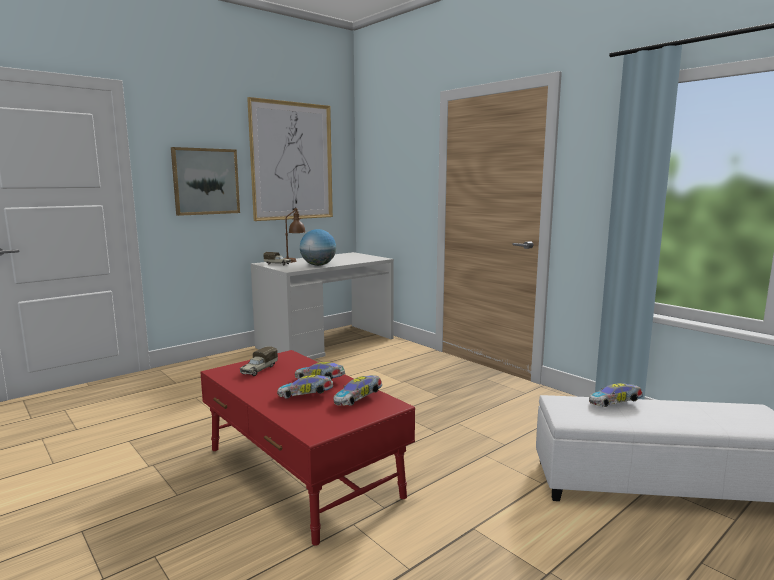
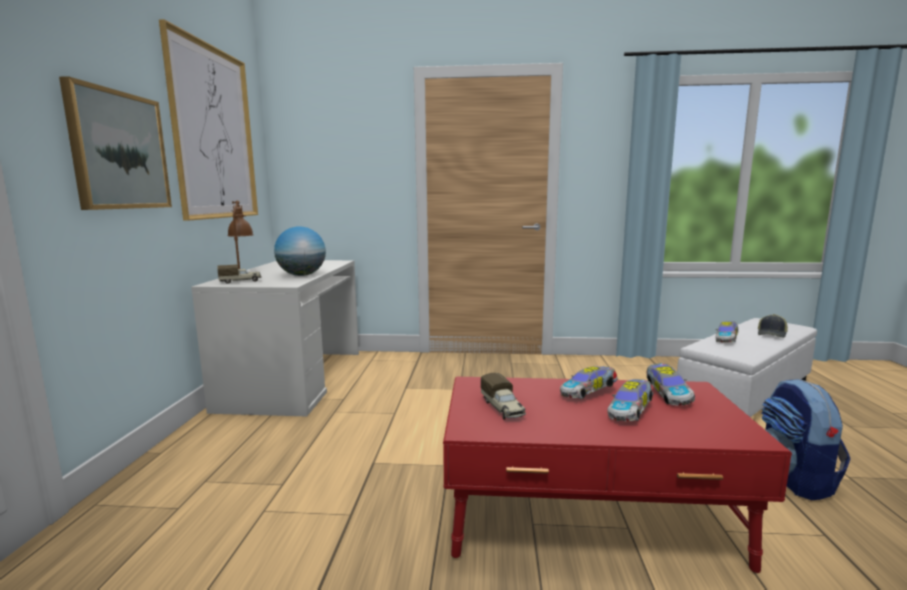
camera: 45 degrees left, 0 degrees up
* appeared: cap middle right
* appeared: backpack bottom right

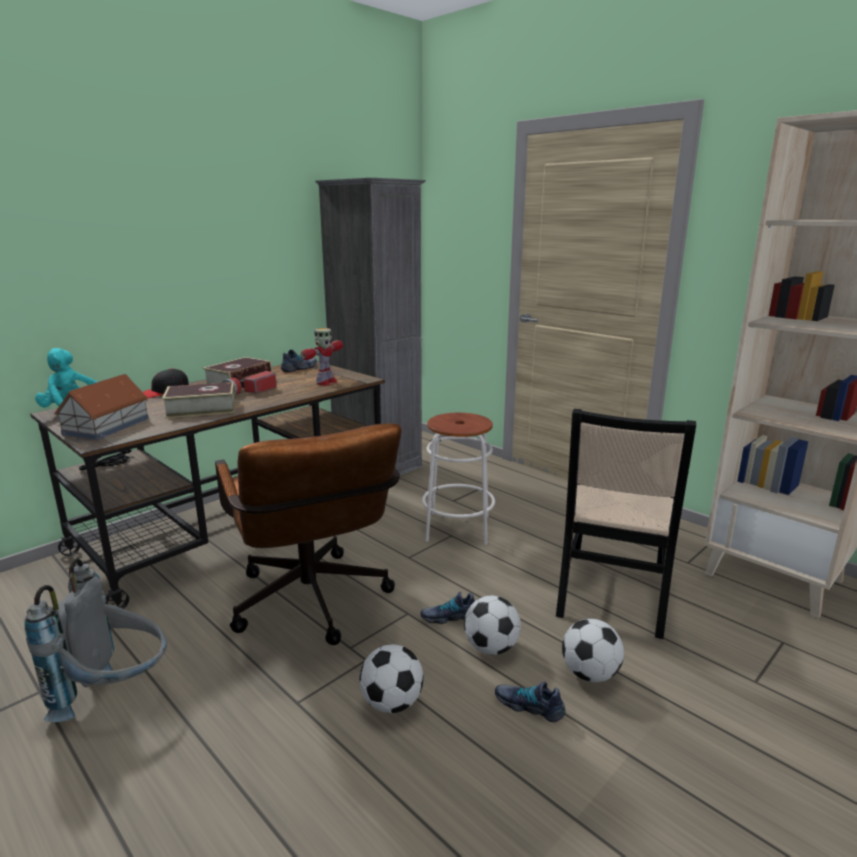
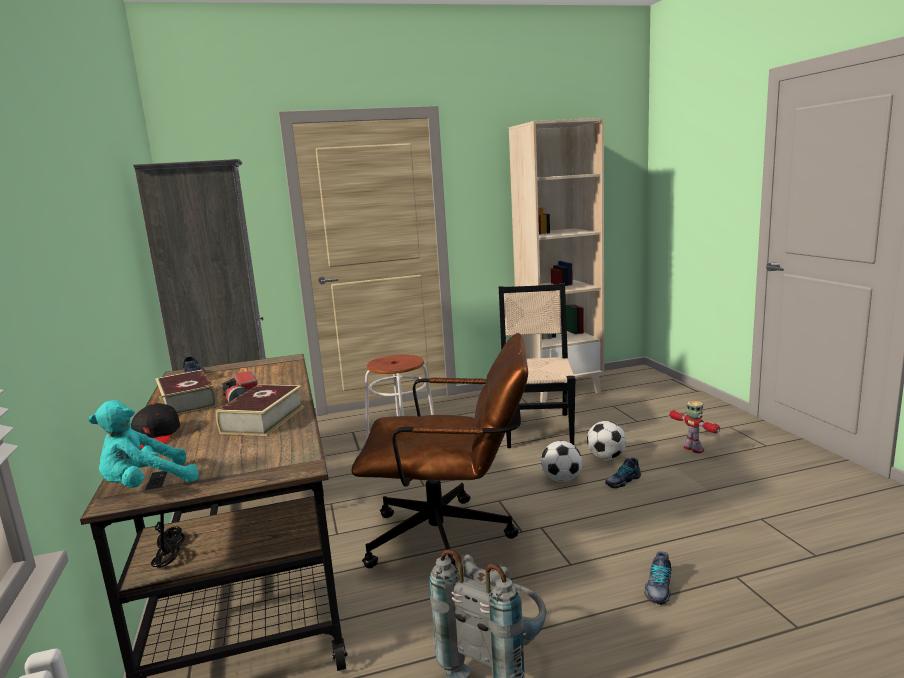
camera: 60 degrees left, 5 degrees down
* missing: toy house middle left
* missing: football (no. 1 from left) bottom centre
* relocated: toy robot centre to middle right
* relocated: shoe (no. 2 from left in the first image) bottom centre to shoe (no. 3 from left) bottom right
* spun: chair middle right = centre 135 degrees counterclockwise

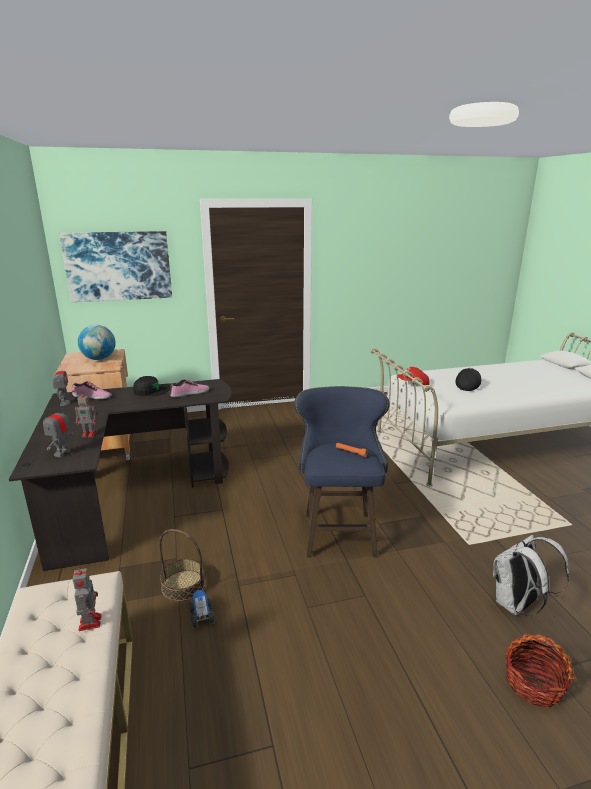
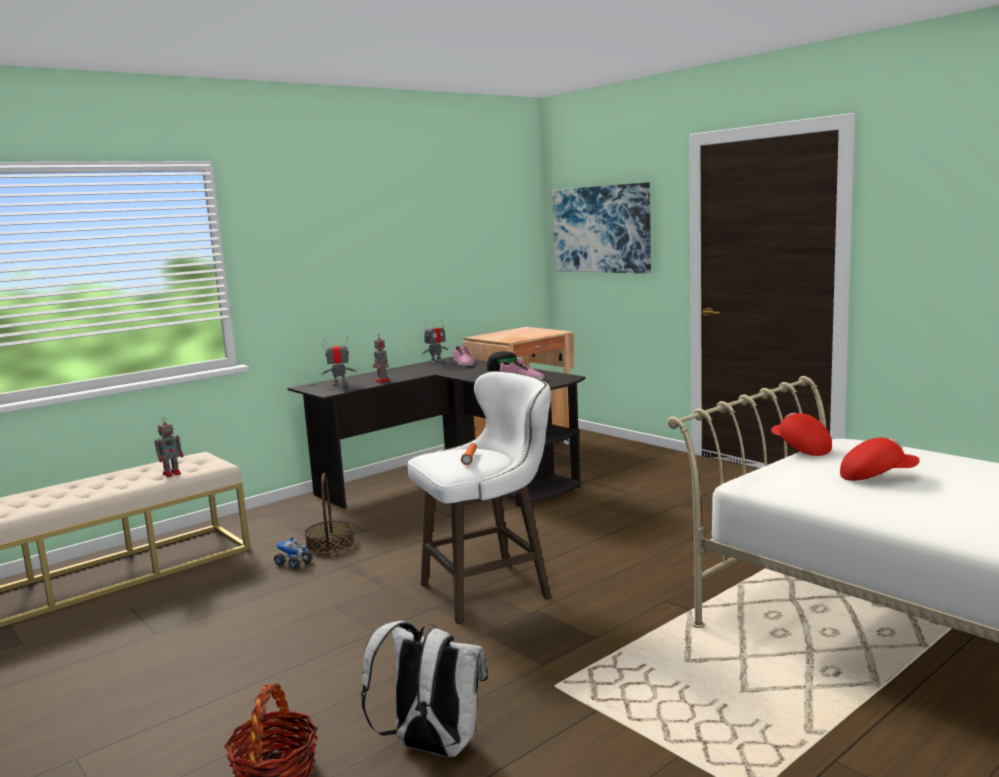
camera: 65 degrees right, 10 degrees down
* missing: globe middle left
* colour: stool in blue centre to stool in white centre
* colour: cap in black (no. 2 from left) middle right to cap in red (no. 2 from left) middle right
* spun: toy truck bottom centre = bottom left 105 degrees counterclockwise

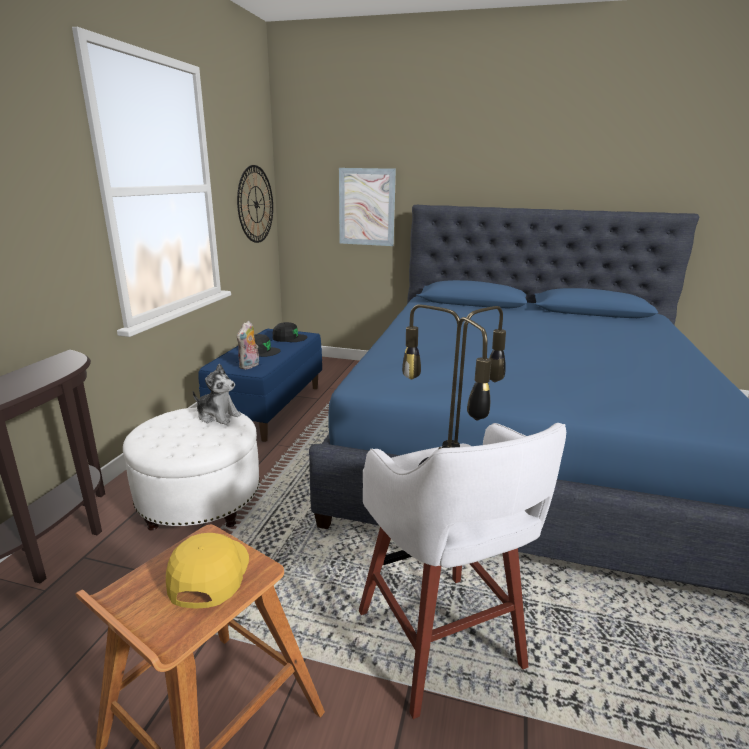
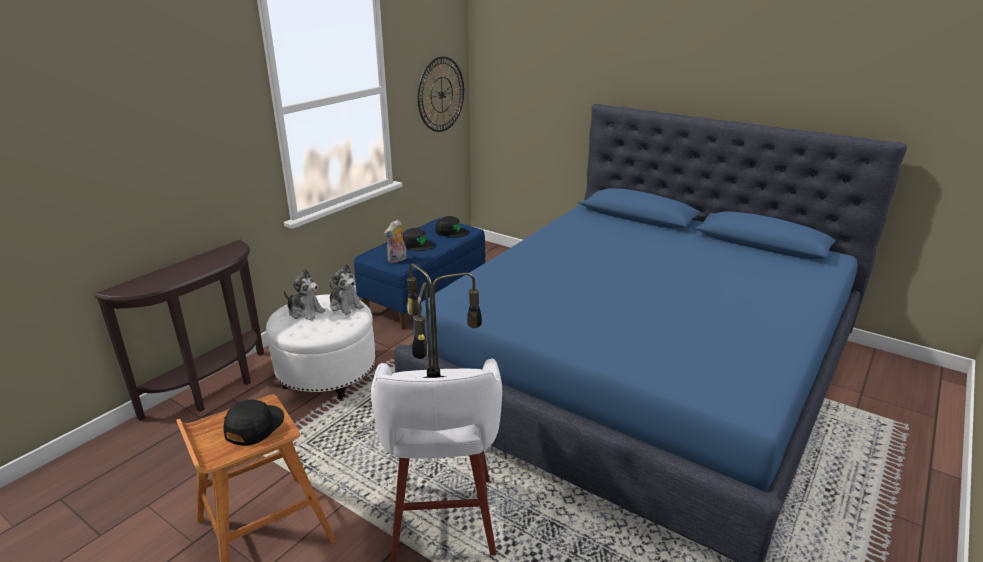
camera: 20 degrees right, 5 degrees up
* missing: picture top centre
* appeared: plush toy (no. 1 from left) middle left
* colour: cap in yellow bottom left to cap in black (no. 1 from left) bottom left

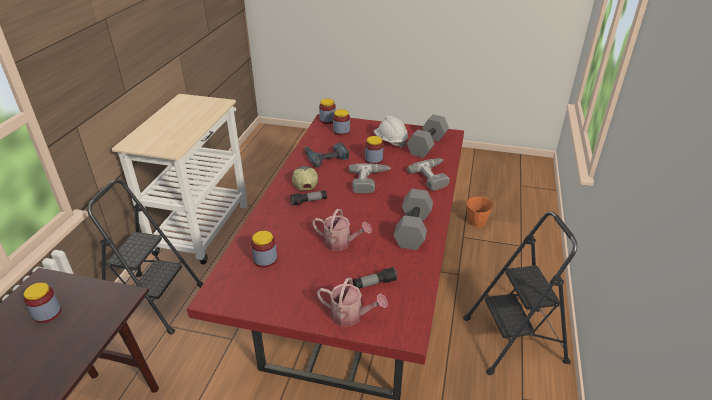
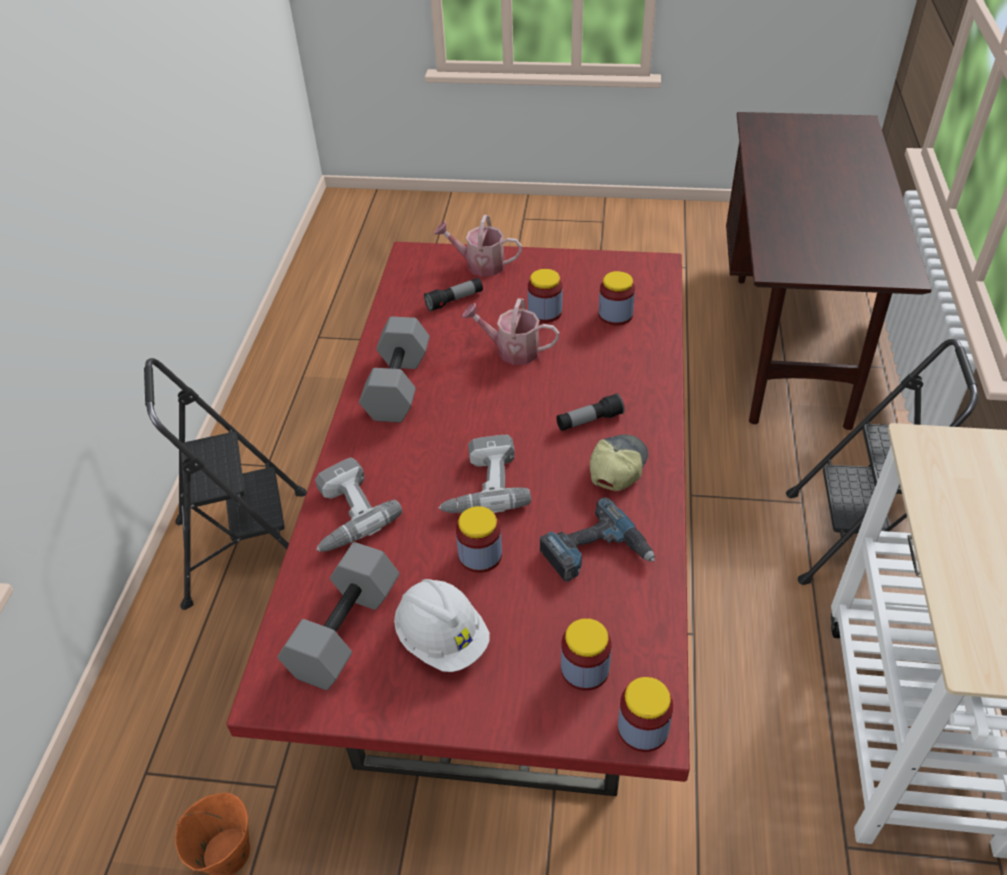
camera: 175 degrees right, 10 degrees up
* relocated: jar (no. 1 from left in the first image) bottom left to jar (no. 2 from left) centre
* spun: cap centre = centre 135 degrees counterclockwise

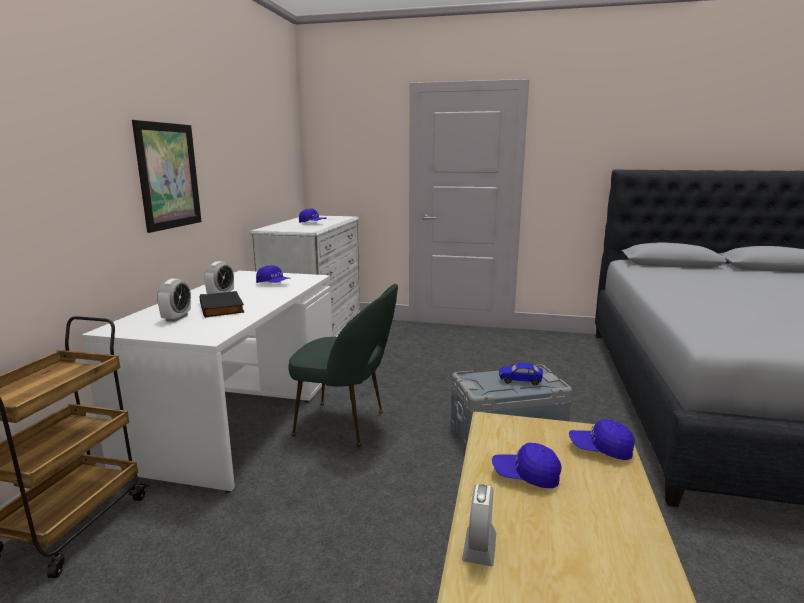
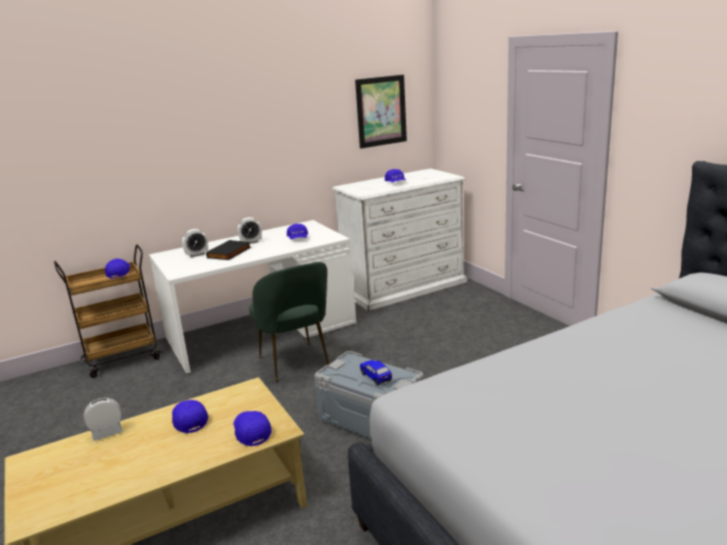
camera: 50 degrees right, 5 degrees up
* appeared: cap in blue (no. 1 from left) middle left
* relocated: picture top left to top centre

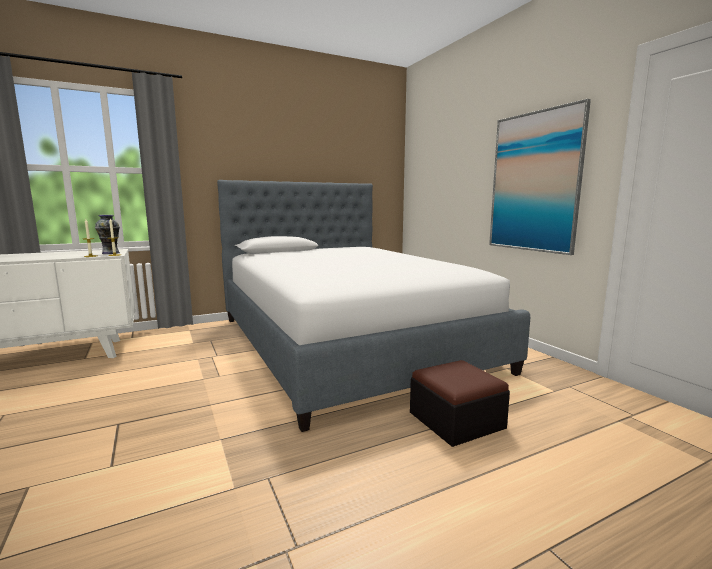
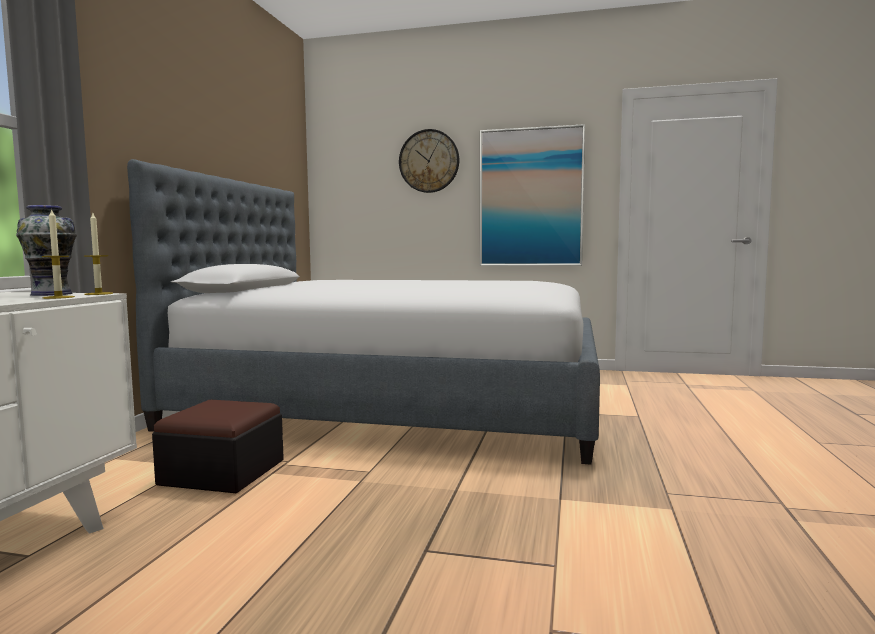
camera: 50 degrees left, 5 degrees down
* appeared: wall clock top centre
* relocated: ottoman bottom centre to bottom left

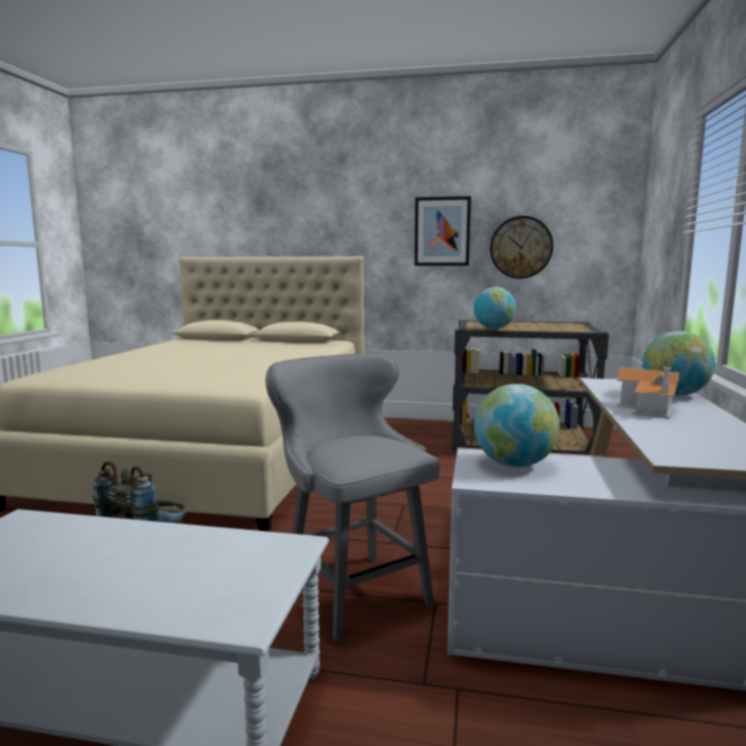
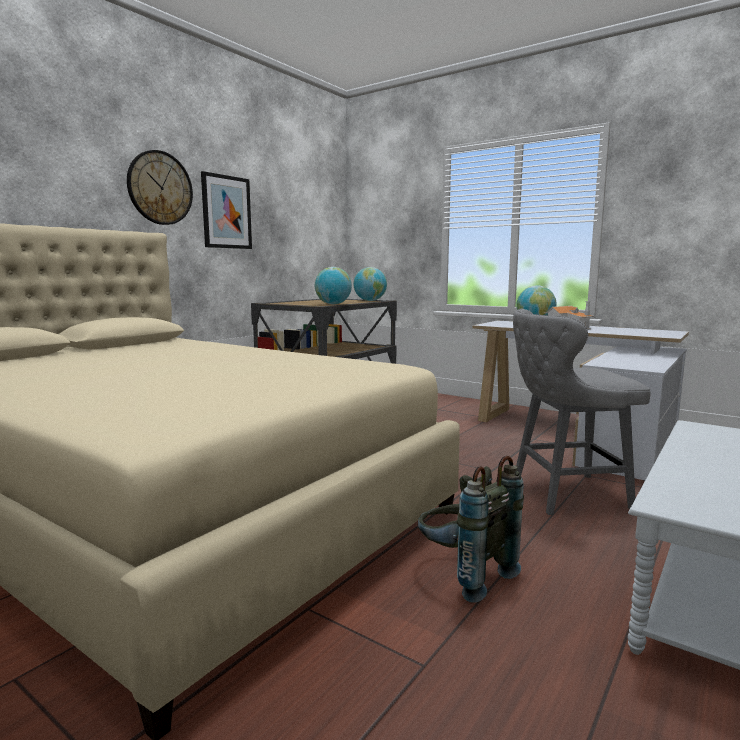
camera: 65 degrees left, 0 degrees up
* relocated: globe (no. 2 from left) middle right to centre
* relocated: wall clock top right to top left

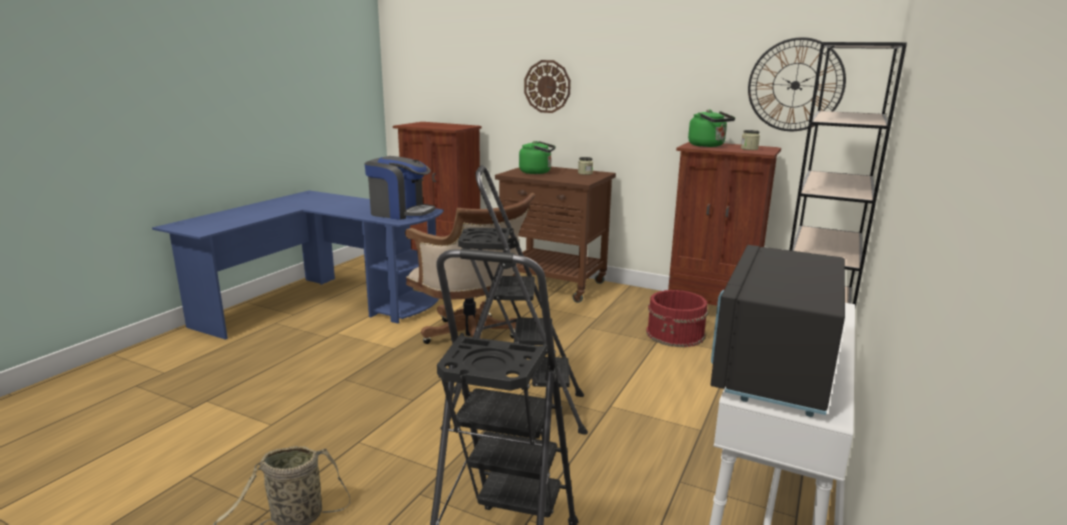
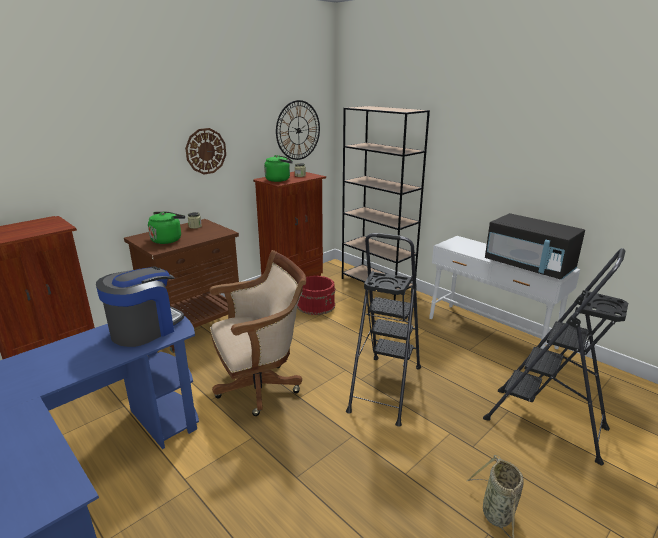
camera: 70 degrees left, 5 degrees up
* relocated: wall clock (no. 1 from left) top centre to top left

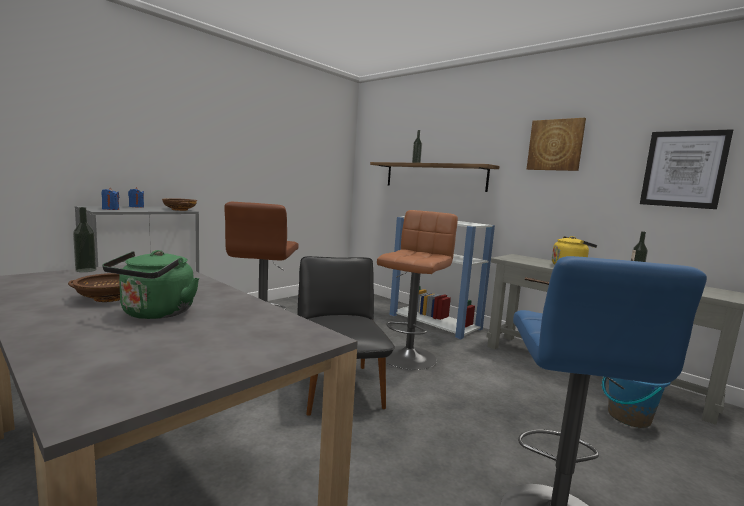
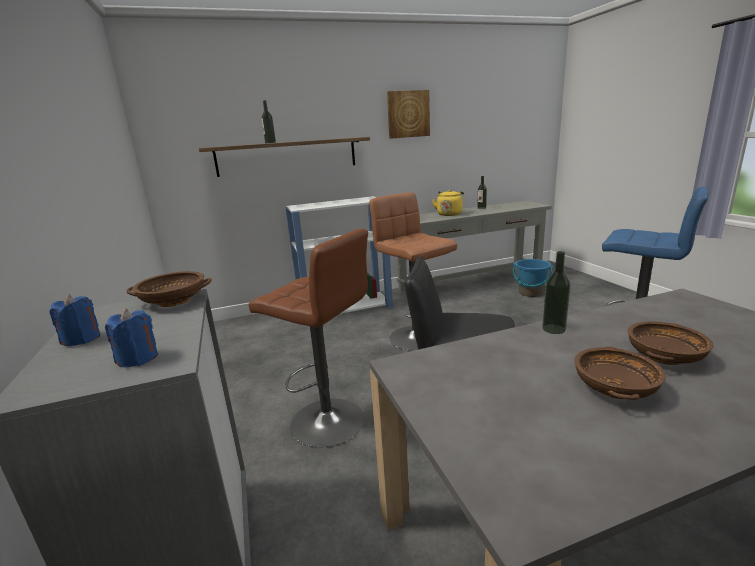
camera: 60 degrees left, 10 degrees up
* missing: picture (no. 2 from left) middle right
* relocated: bottle (no. 1 from left in the first image) middle left to bottle (no. 3 from left) middle right
* exchanged: kettle in green middle left to bowl in brown (no. 3 from left) middle right

